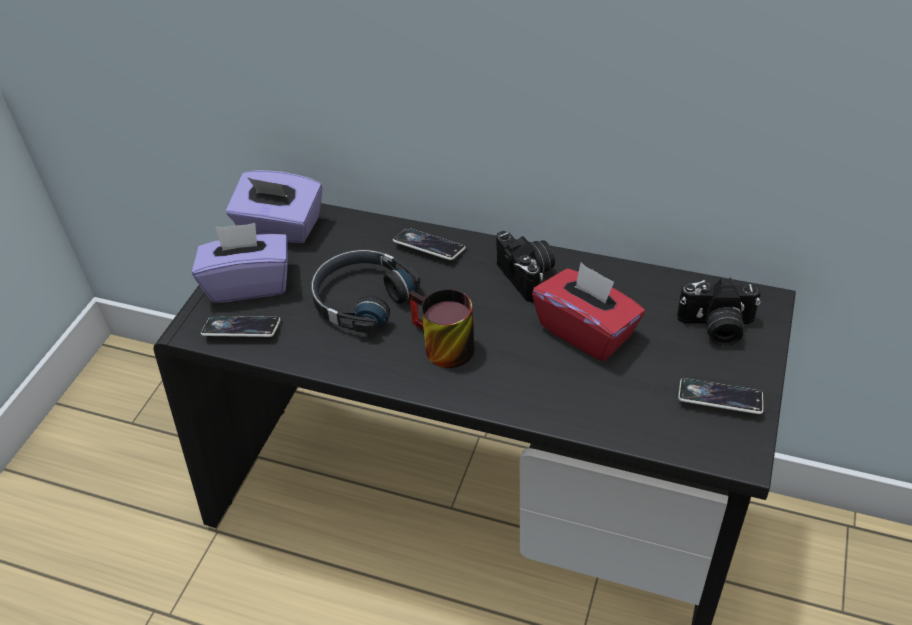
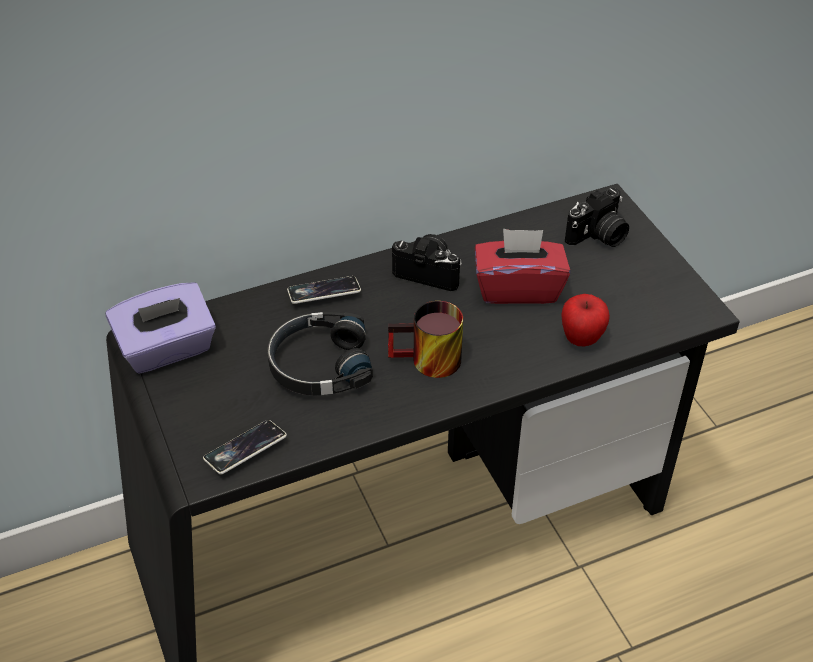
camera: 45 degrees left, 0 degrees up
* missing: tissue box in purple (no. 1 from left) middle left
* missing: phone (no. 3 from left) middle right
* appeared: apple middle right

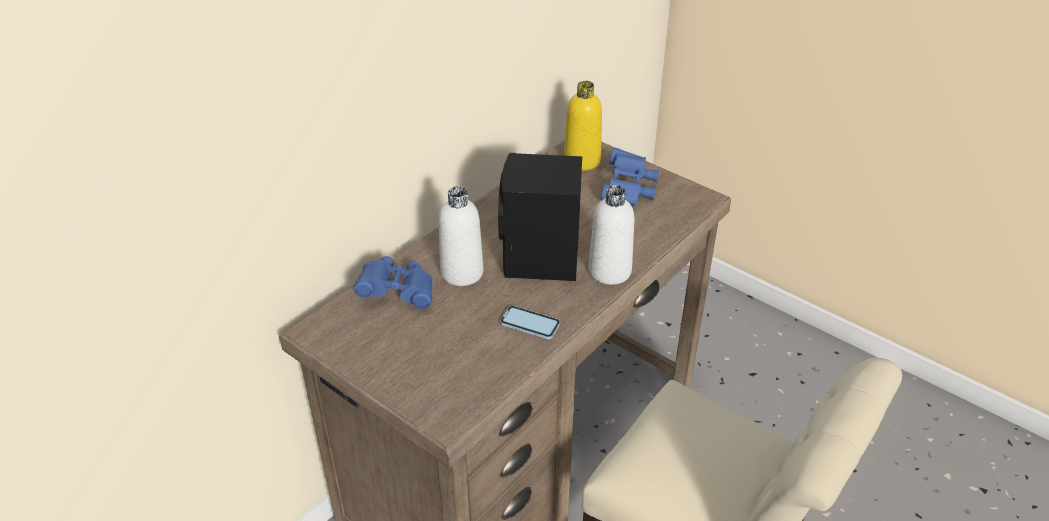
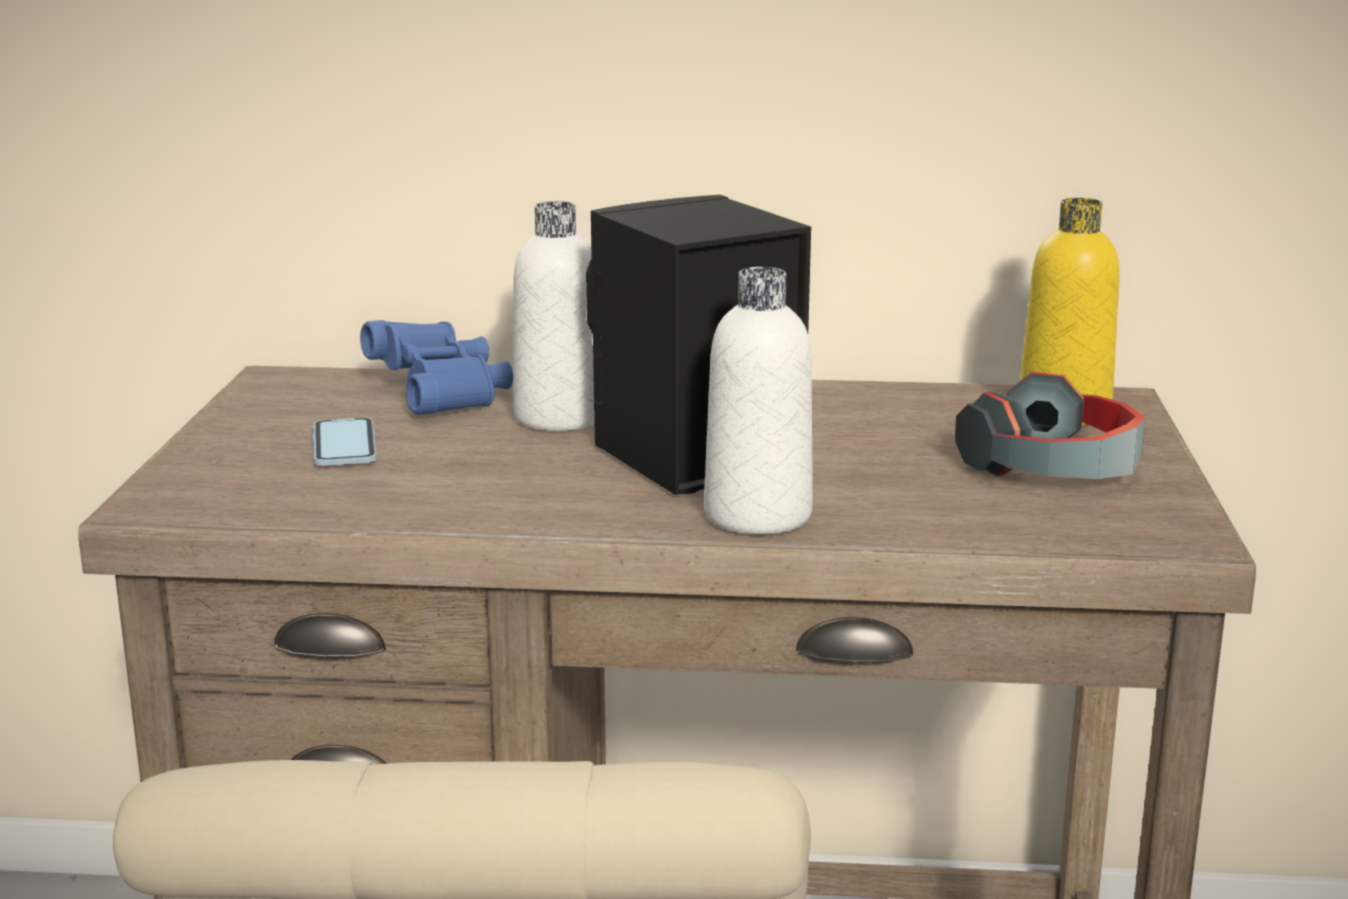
camera: 55 degrees right, 20 degrees down
* relocated: phone centre to middle left
* exchanged: binoculars in blue (no. 2 from left) centre to headphones middle right

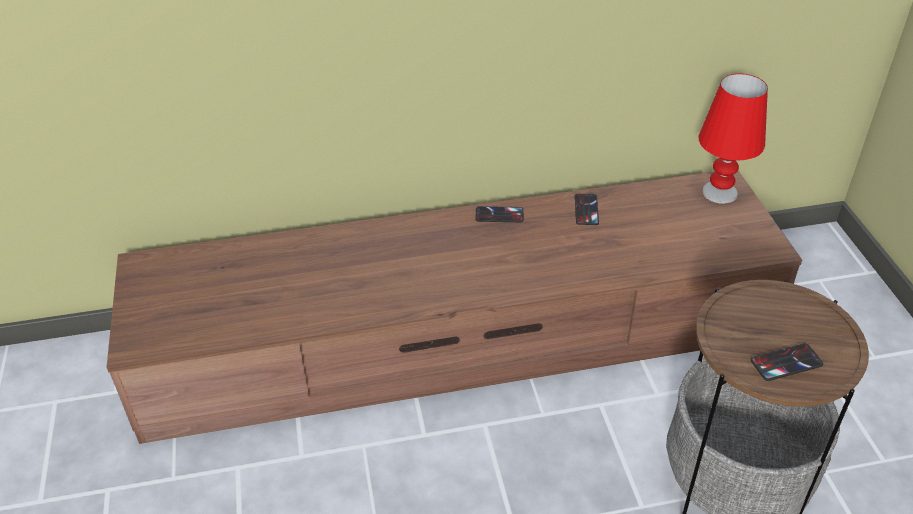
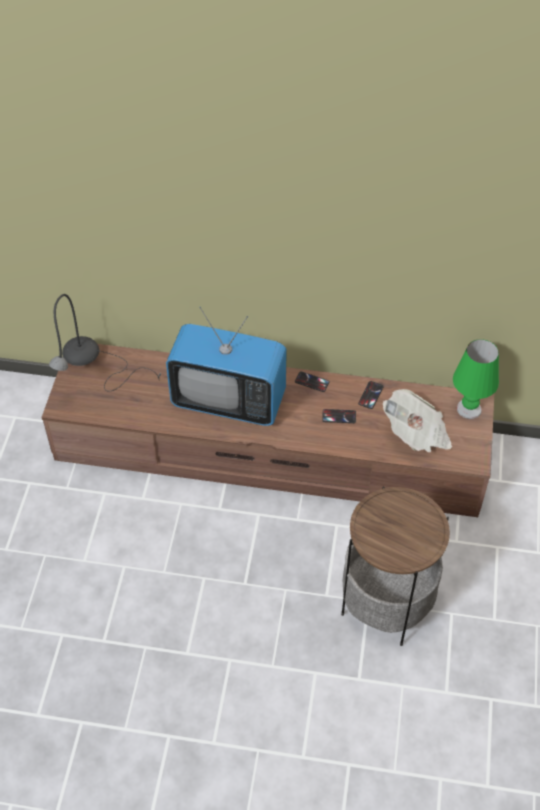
camera: 20 degrees right, 10 degrees up
* appeared: table lamp in grey middle left
* appeared: television centre
* appeared: newspaper middle right
* relocated: phone (no. 3 from left in the first image) bottom right to phone (no. 2 from left) centre
* colour: table lamp in red top right to table lamp in green middle right

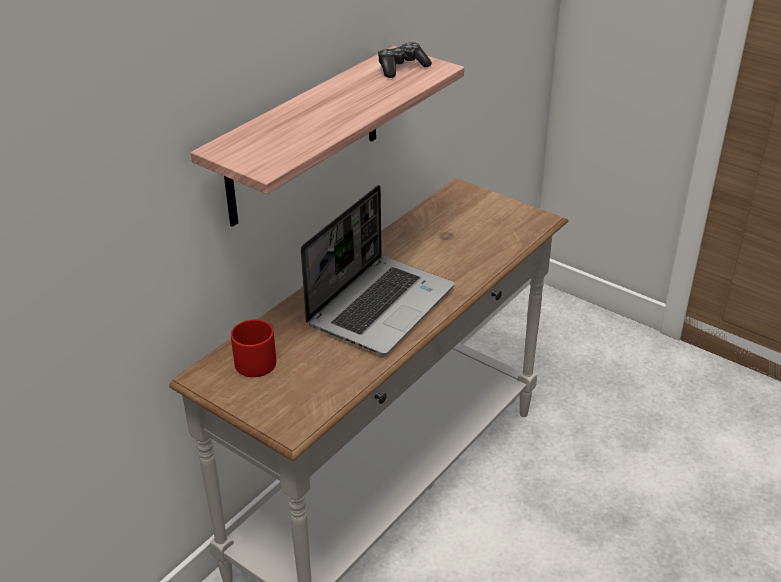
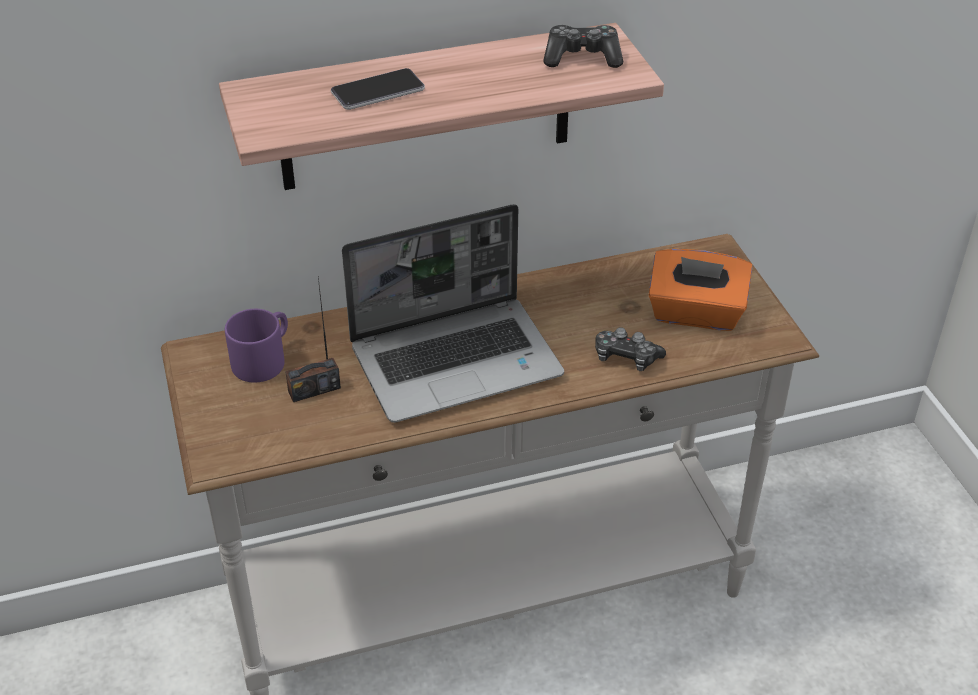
camera: 35 degrees right, 5 degrees up
* appeared: radio middle left
* appeared: phone top centre
* appeared: game controller (no. 2 from left) centre
* appeared: tissue box in orange middle right
* colour: mug in red middle left to mug in purple middle left

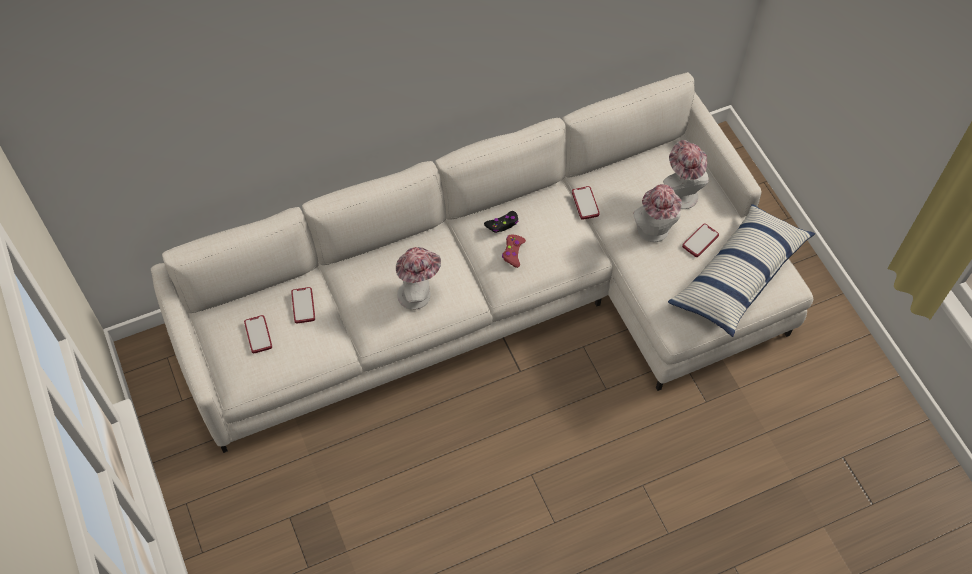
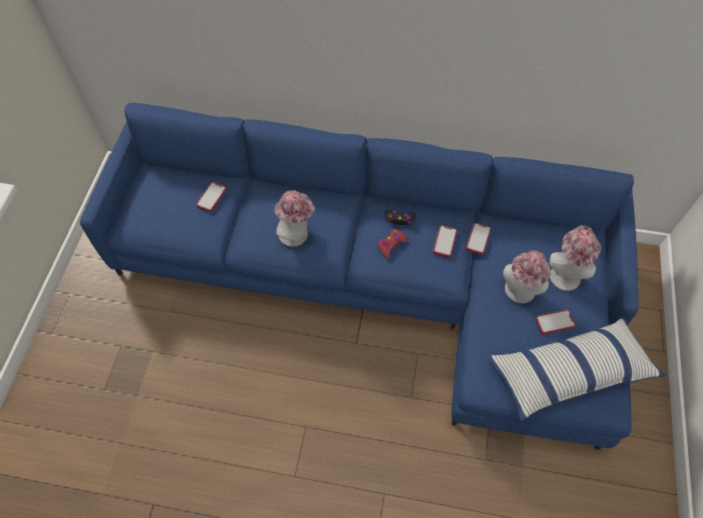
camera: 35 degrees right, 0 degrees up
* relocated: phone (no. 1 from left in the first image) middle left to phone (no. 2 from left) centre
* colour: sofa in white centre to sofa in blue centre

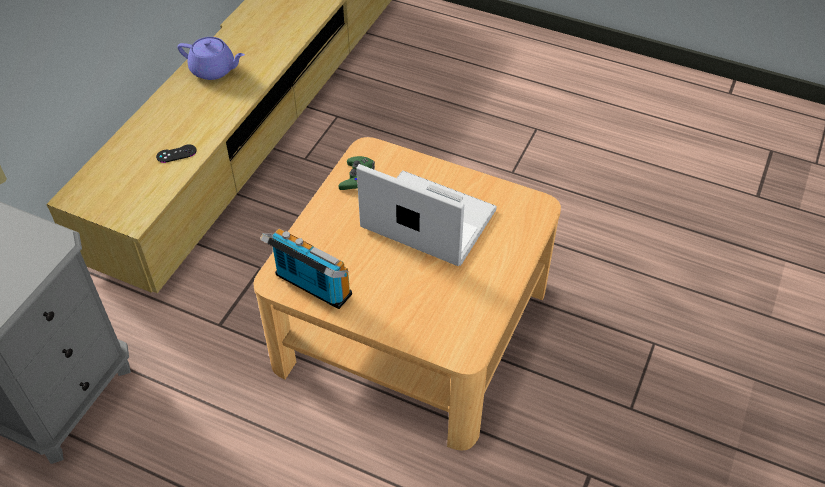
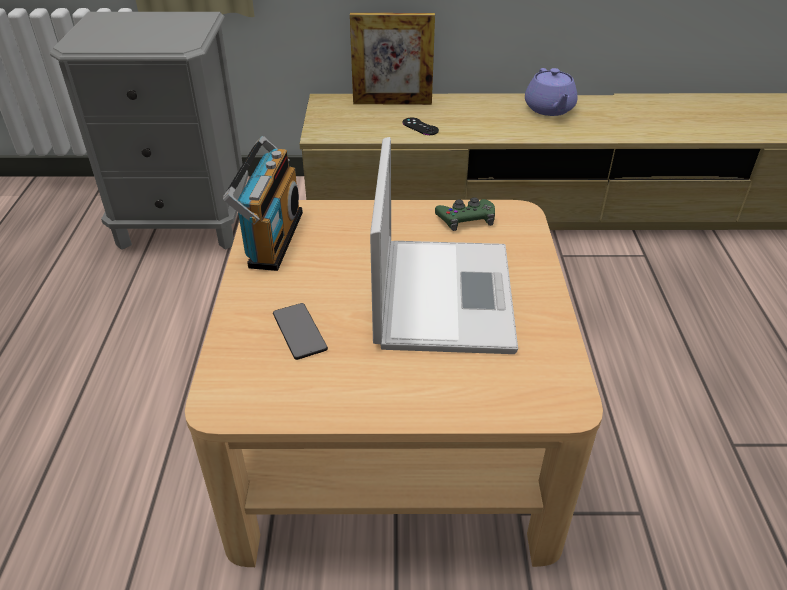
camera: 65 degrees right, 10 degrees down
* appeared: phone centre
* appeared: picture frame top centre

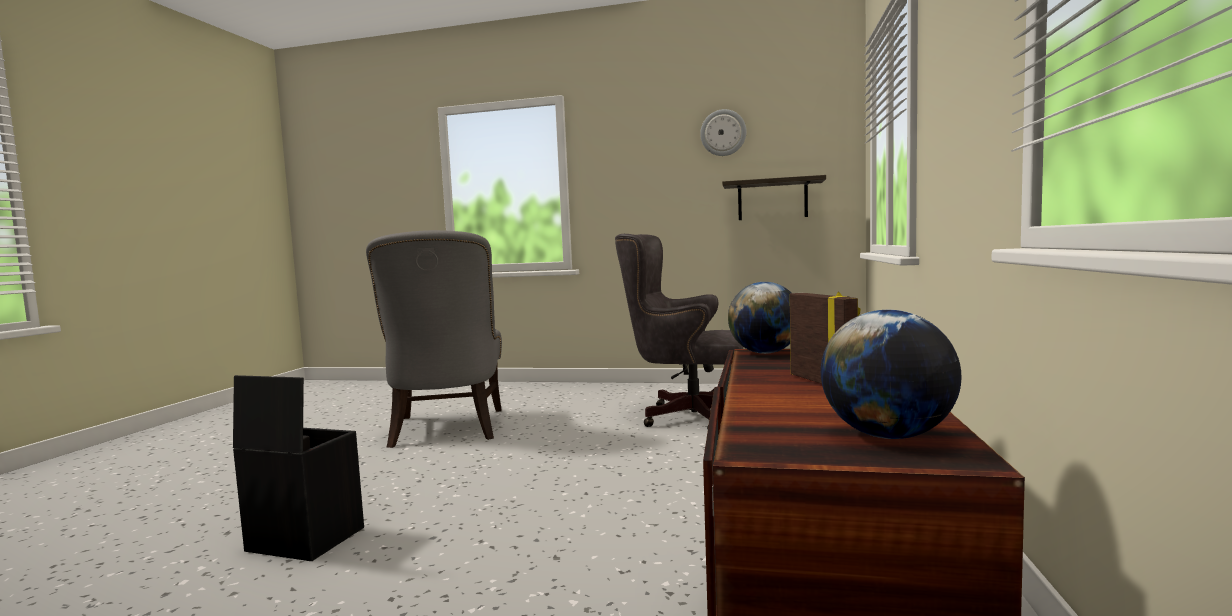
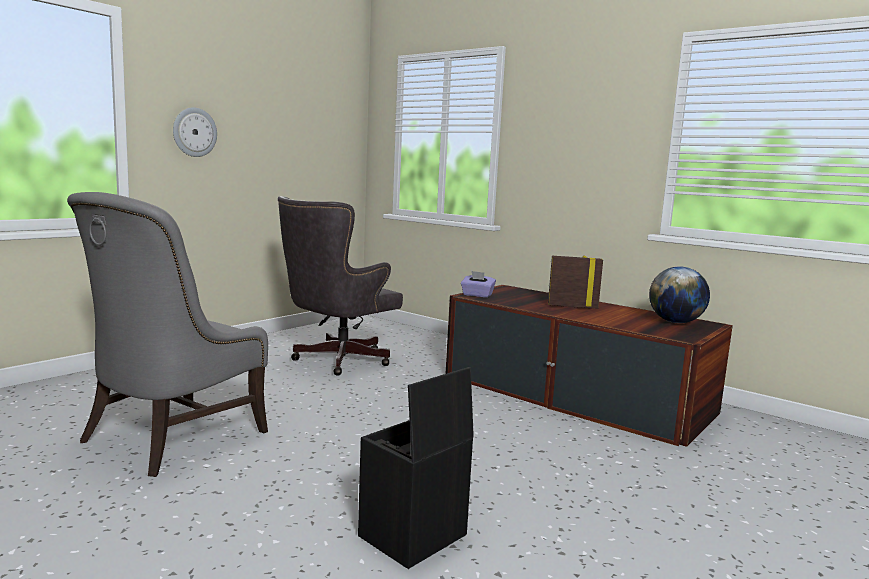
camera: 65 degrees left, 5 degrees up
* missing: shelf top centre
* relocated: wall clock top centre to top left
* exchanged: globe (no. 1 from left) centre to tissue box in purple centre
* spun: chair in grey centre = middle left 105 degrees clockwise

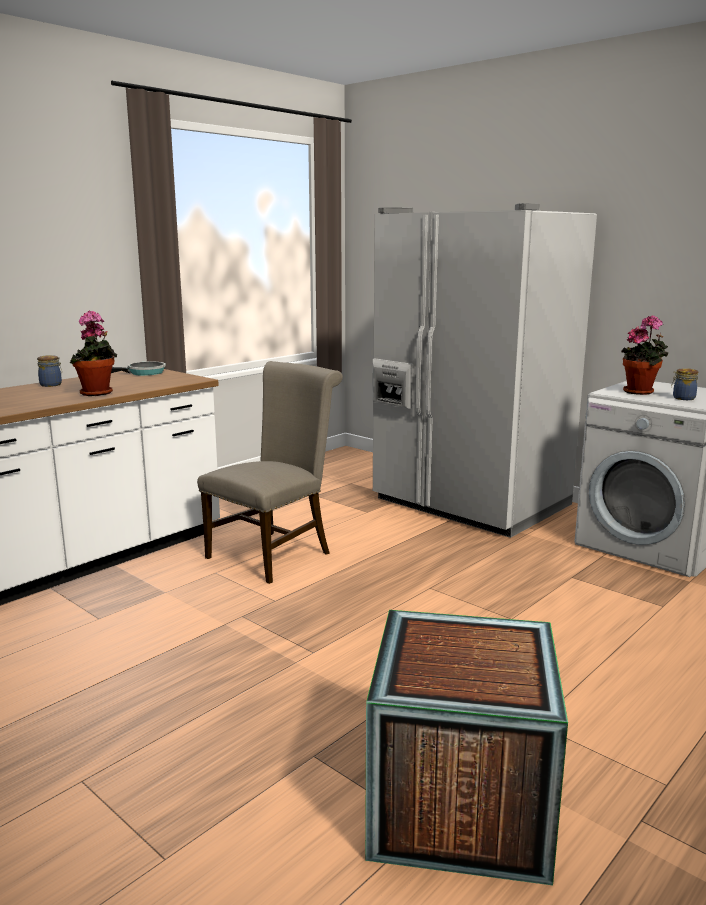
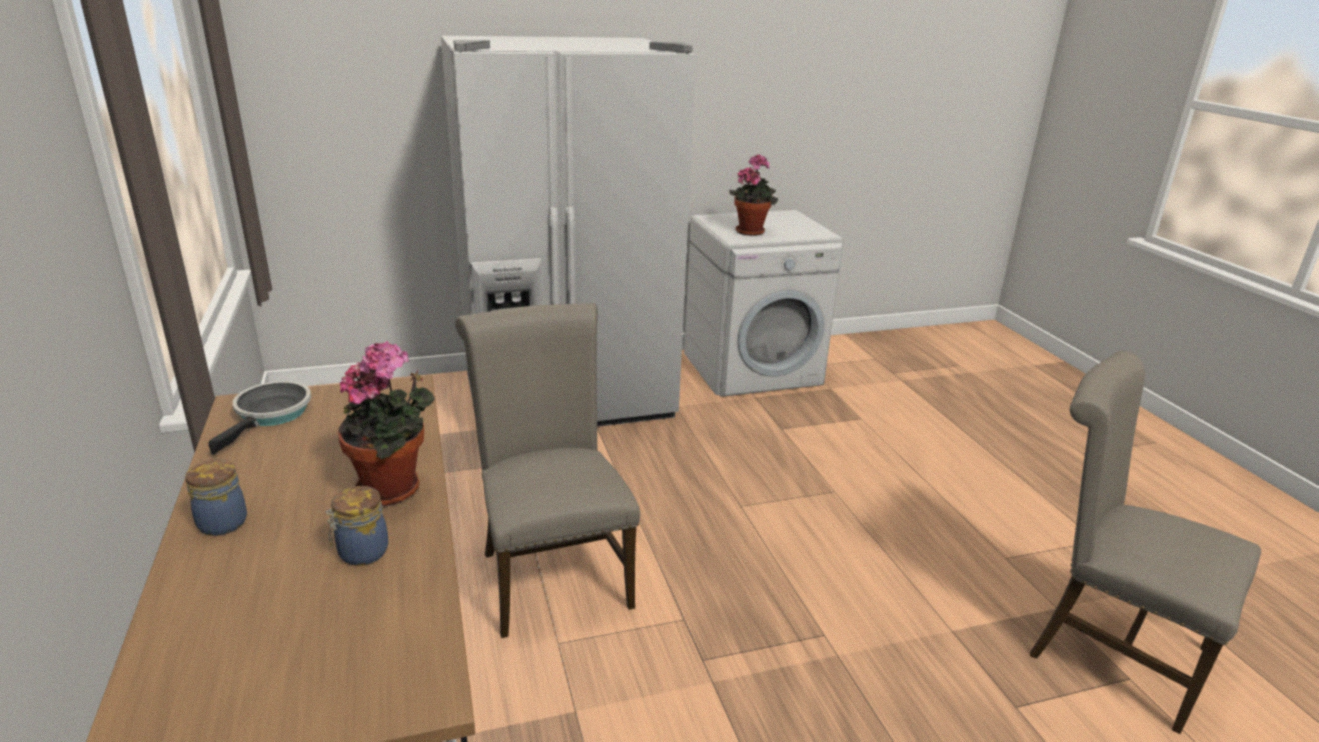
camera: 60 degrees left, 10 degrees up
* relocated: jar (no. 2 from left) middle right to bottom left
* exchanged: crate bottom centre to chair in beige (no. 2 from left) bottom right

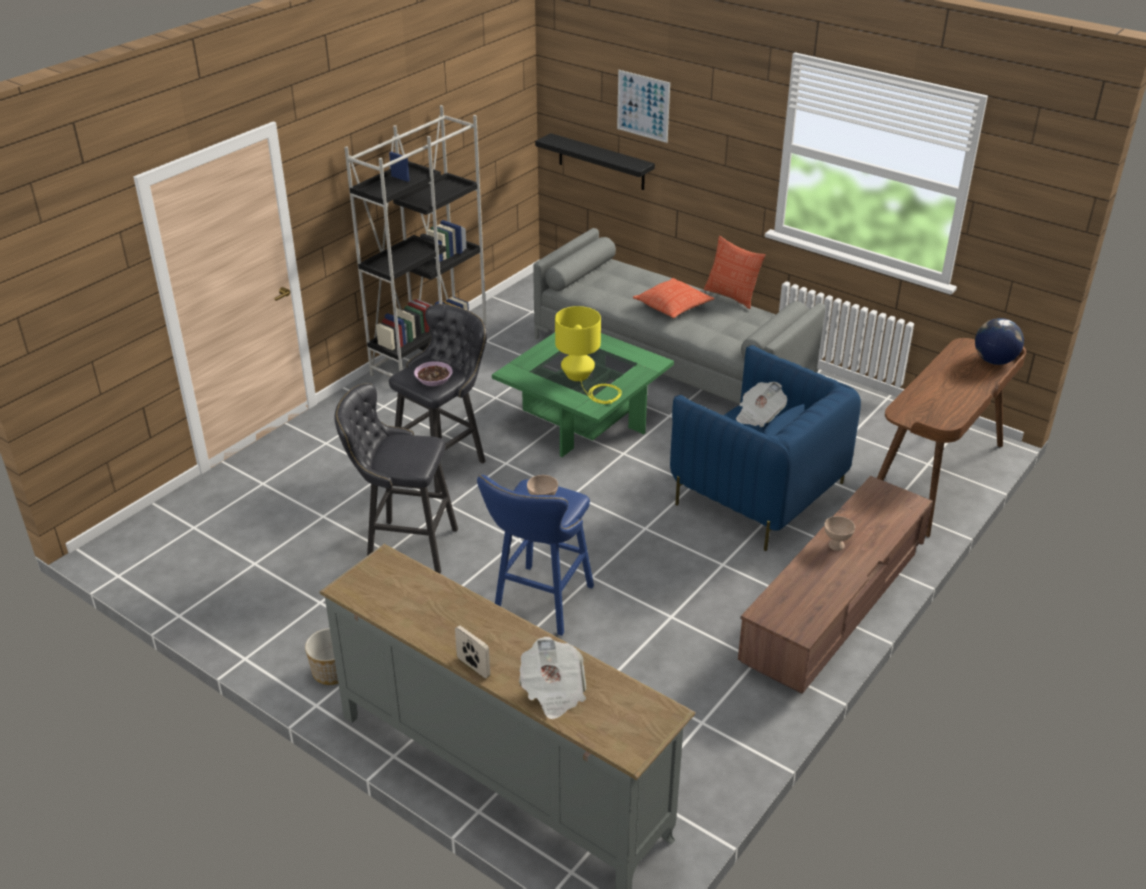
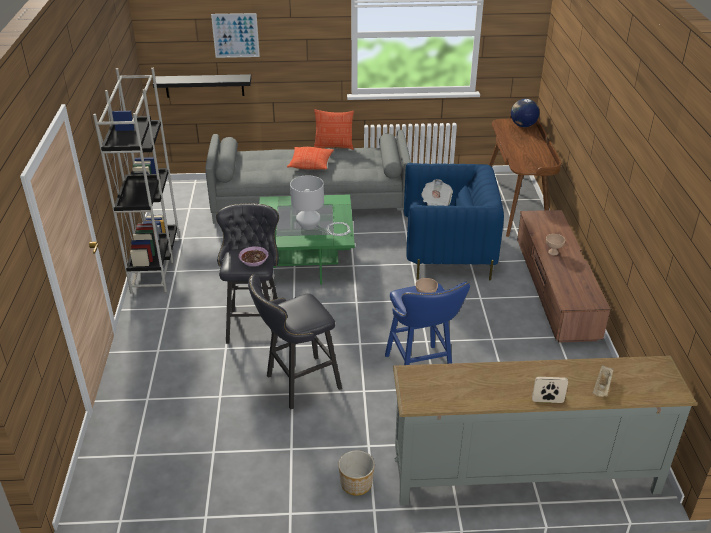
camera: 40 degrees left, 0 degrees up
* exchanged: newspaper (no. 1 from left) bottom centre to tray in beige bottom right
* colour: table lamp in yellow centre to table lamp in white centre

